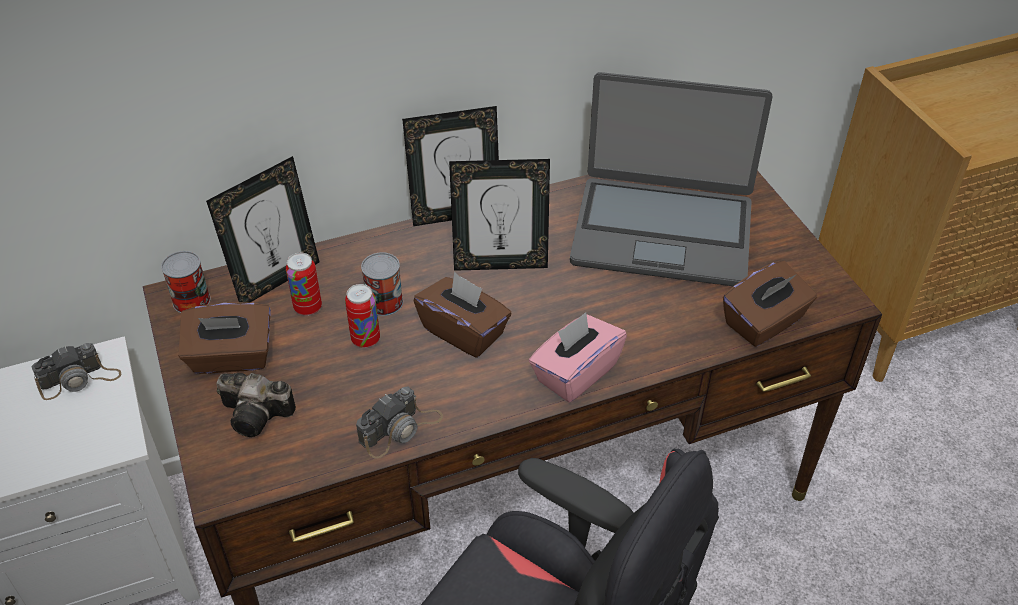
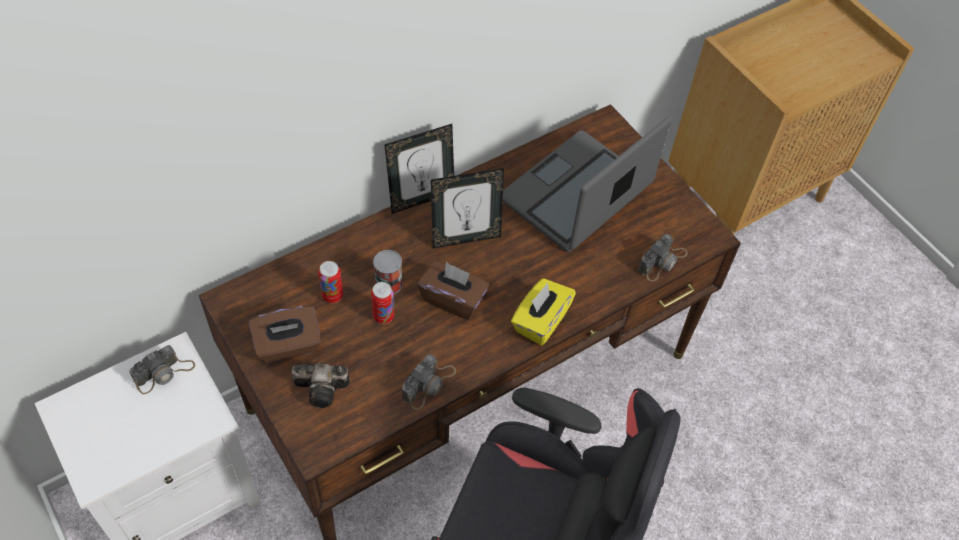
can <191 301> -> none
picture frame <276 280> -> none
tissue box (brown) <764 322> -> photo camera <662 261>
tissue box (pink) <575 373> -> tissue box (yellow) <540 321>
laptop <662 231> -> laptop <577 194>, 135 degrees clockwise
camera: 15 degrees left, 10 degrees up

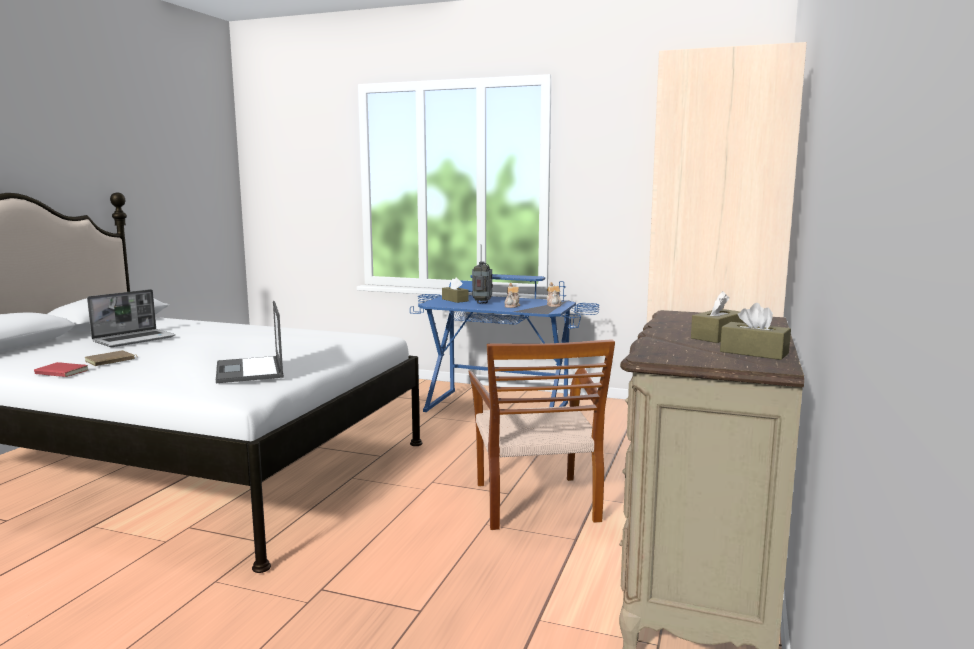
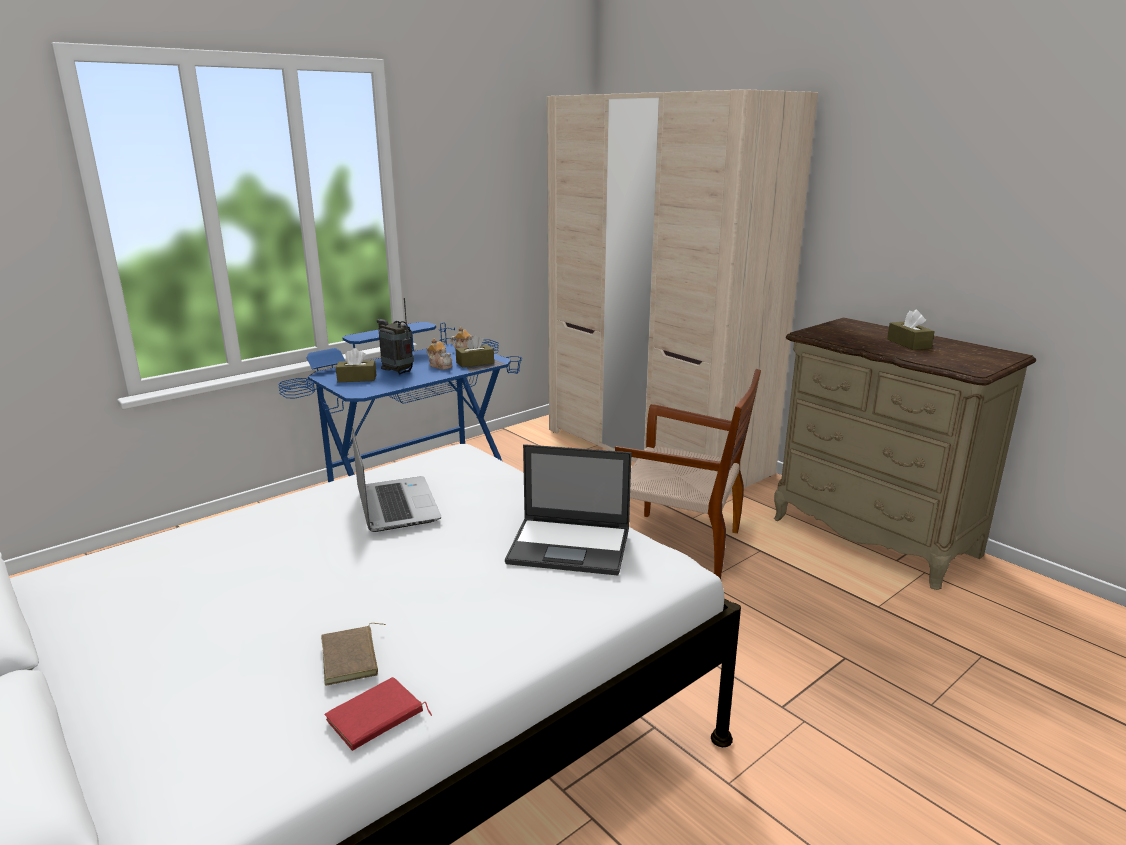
laptop <135 339> -> laptop <395 505>, moved
tissue box (brown) <754 352> -> tissue box (brown) <475 363>, moved
camera: 60 degrees left, 10 degrees up

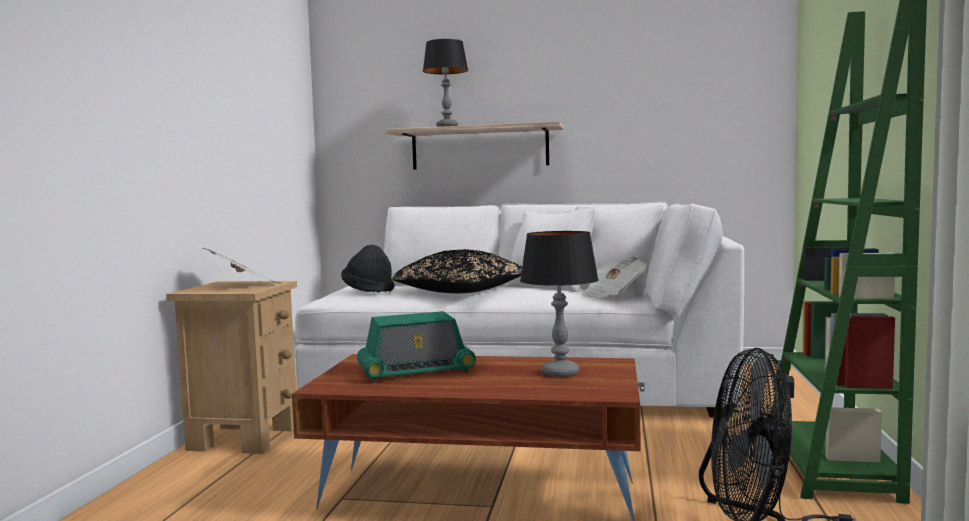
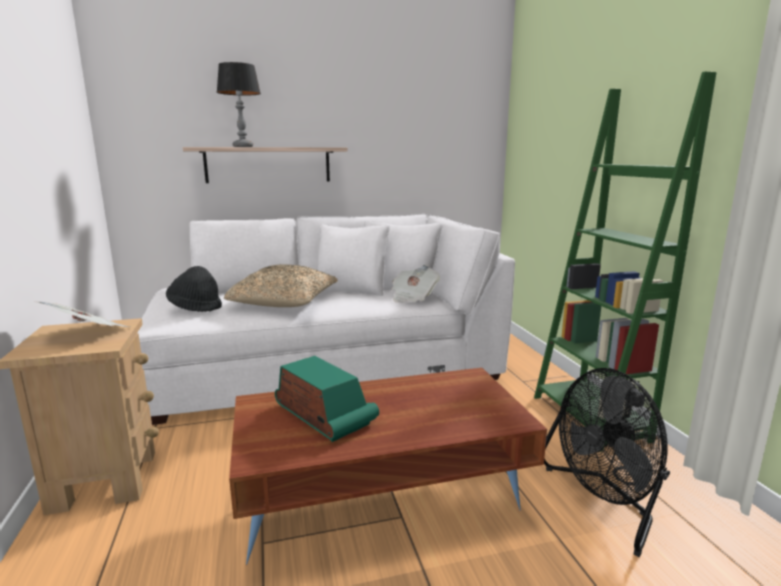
table lamp <560 373> -> none
pillow (black) <461 290> -> pillow (beige) <284 301>
radio <416 371> -> radio <324 415>, 90 degrees counterclockwise
camera: 25 degrees left, 10 degrees up

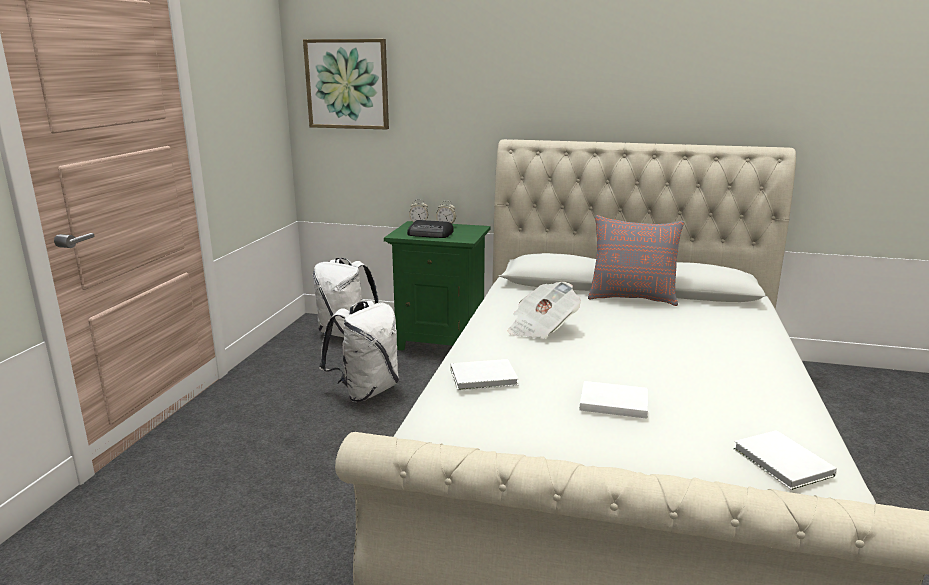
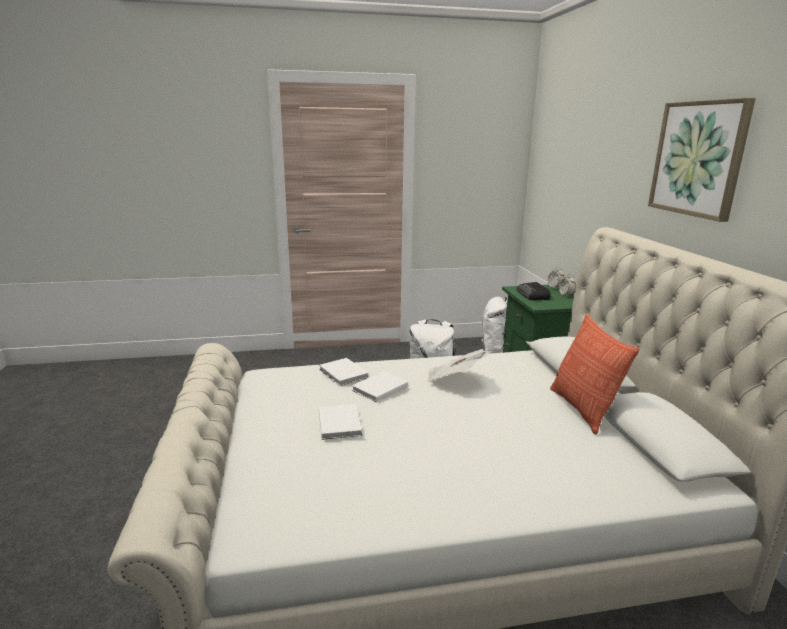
picture <347 84> -> picture <698 158>, moved
book (white) <783 464> -> book (white) <378 389>, moved
pillow (grey) <632 299> -> pillow (orange) <583 409>
camera: 65 degrees right, 0 degrees up

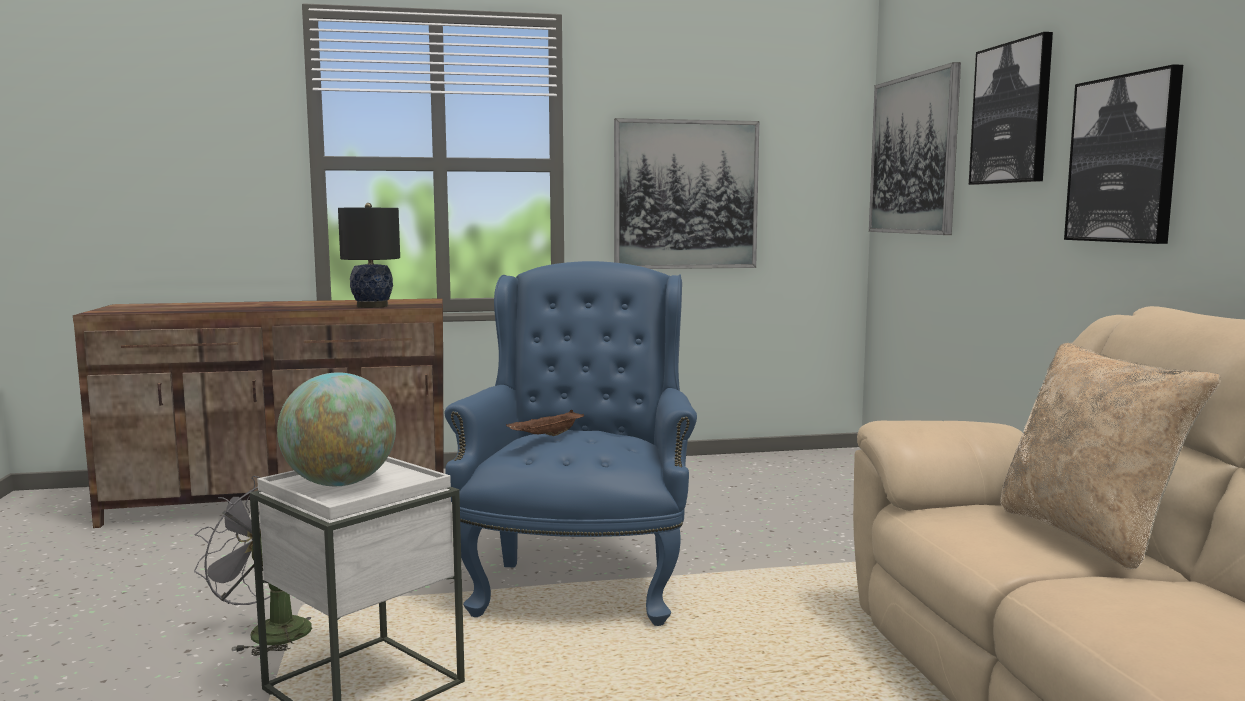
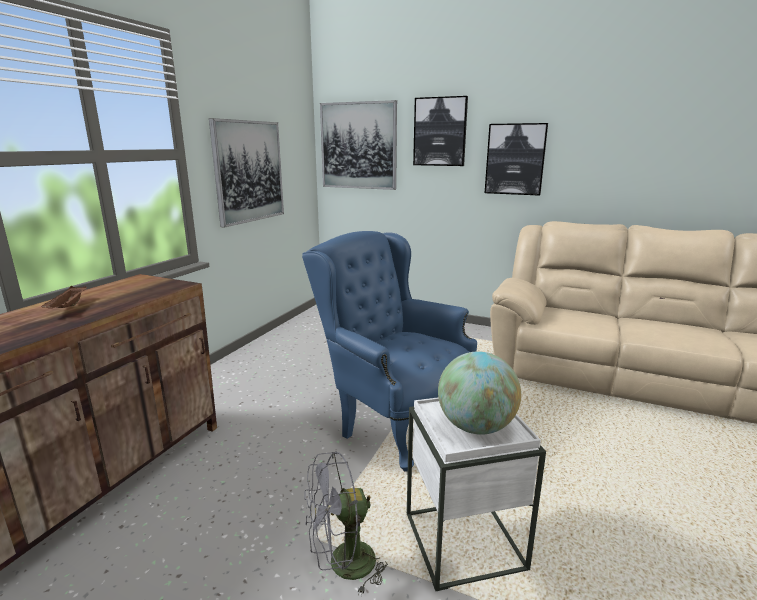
table lamp (black) <372 306> -> none
pillow (beige) <1086 539> -> none
tray (brown) <546 436> -> tray (brown) <68 307>, moved
camera: 55 degrees left, 10 degrees up

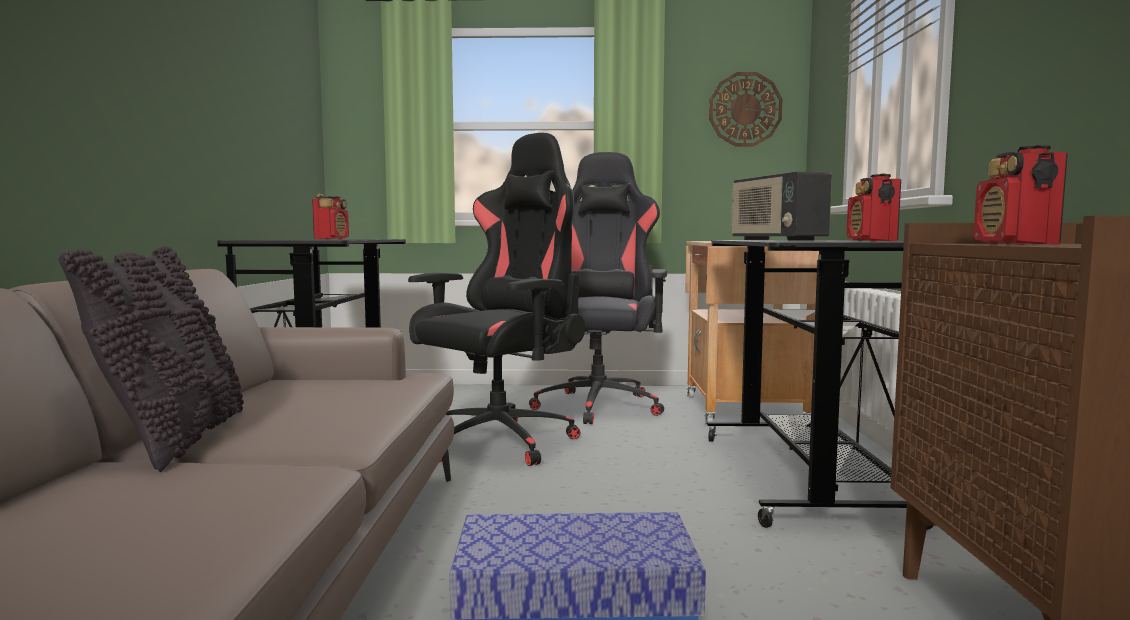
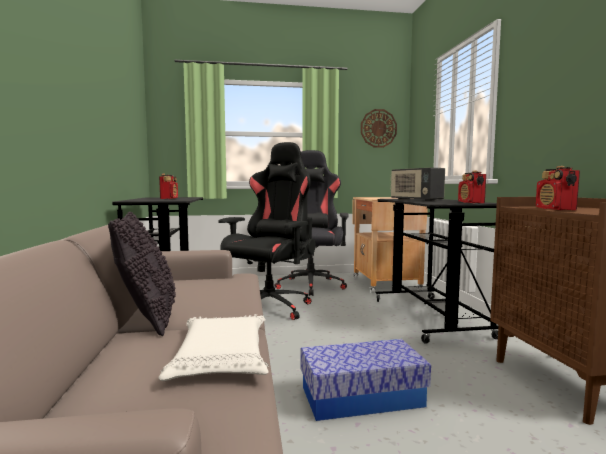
none -> pillow (white) <222 354>
camera: 10 degrees left, 0 degrees up

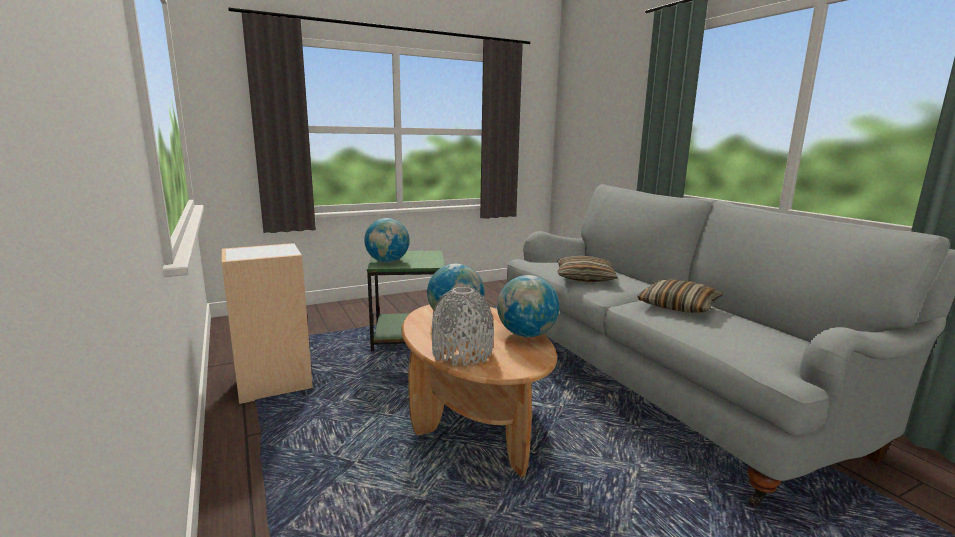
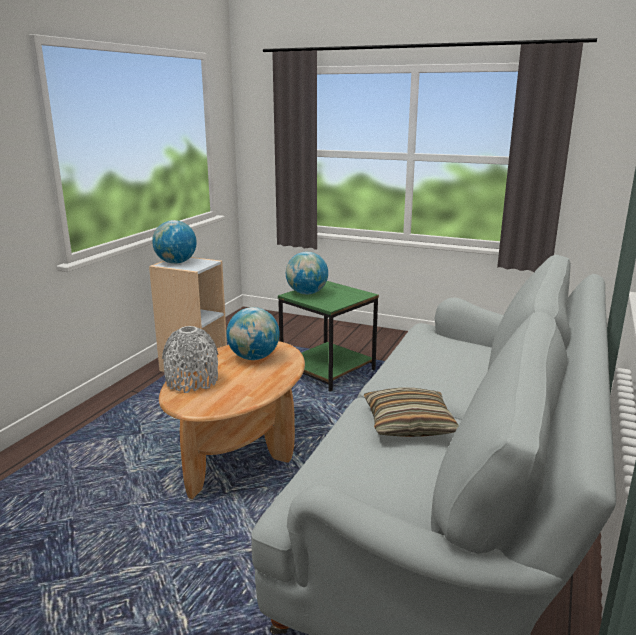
pillow <585 278> -> none
globe <526 334> -> globe <176 262>, moved
camera: 50 degrees right, 5 degrees up

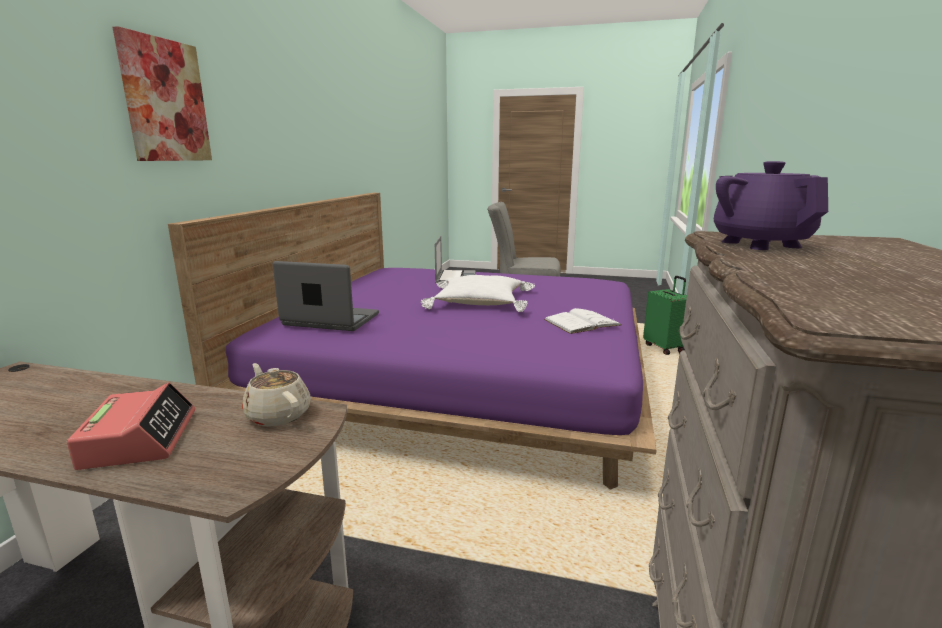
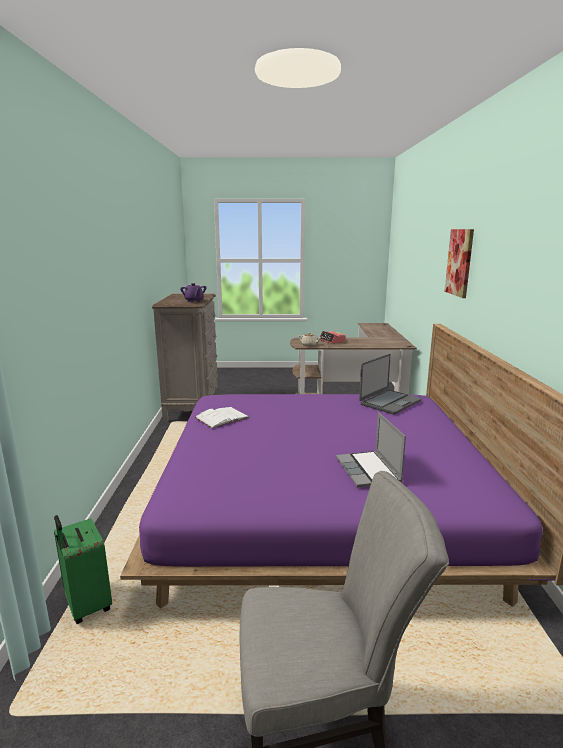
pillow (white) <480 300> -> none
laptop <330 320> -> laptop <389 402>, 45 degrees counterclockwise
camera: 165 degrees right, 0 degrees up

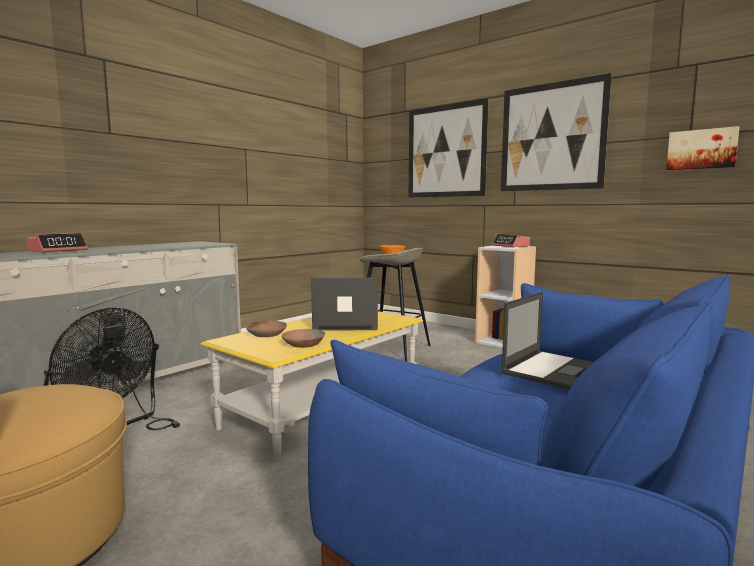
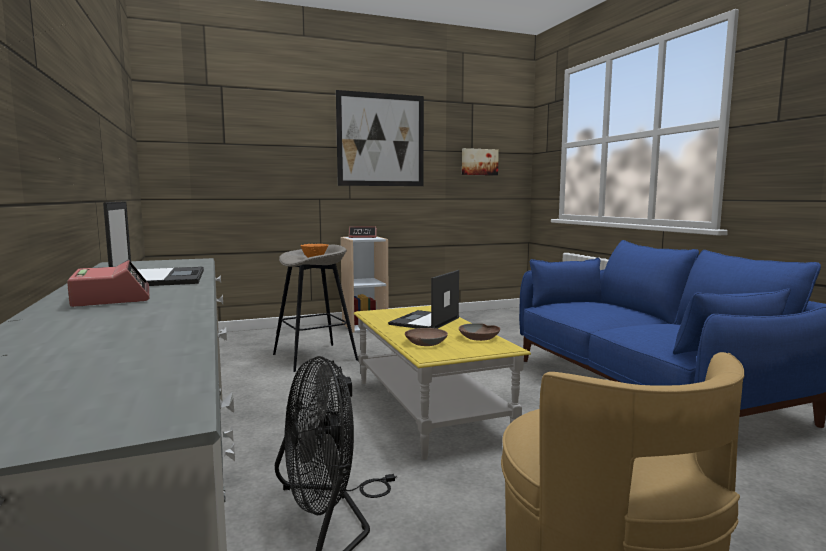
picture <446 151> -> none
laptop <552 369> -> laptop <160 278>, moved
camera: 60 degrees left, 0 degrees up

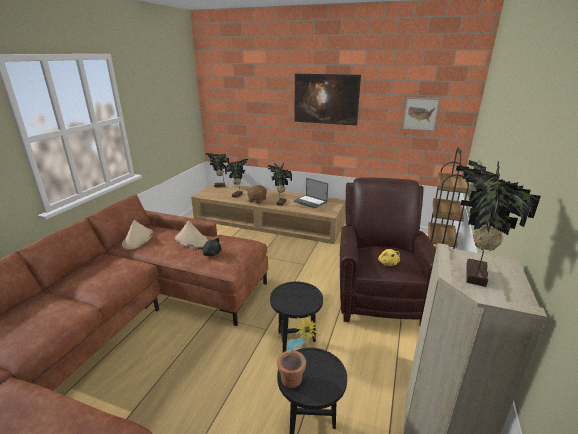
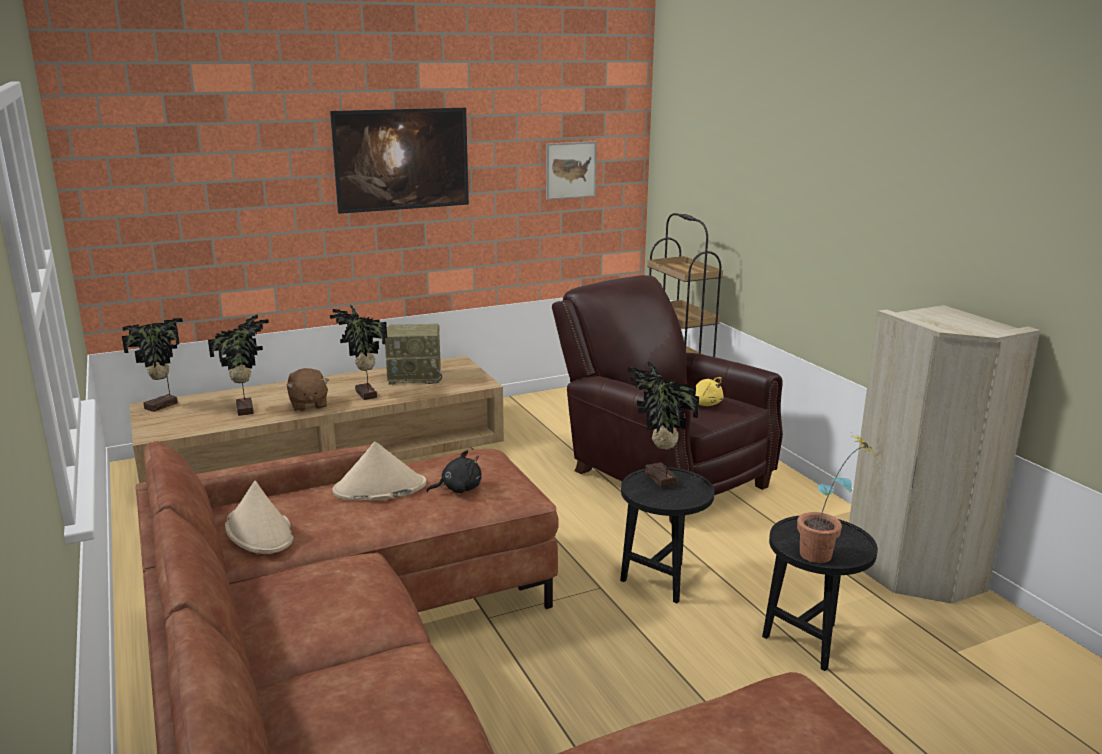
potted plant <473 275> -> potted plant <658 480>, moved
laptop <311 202> -> radio <416 376>
camera: 45 degrees left, 5 degrees down

